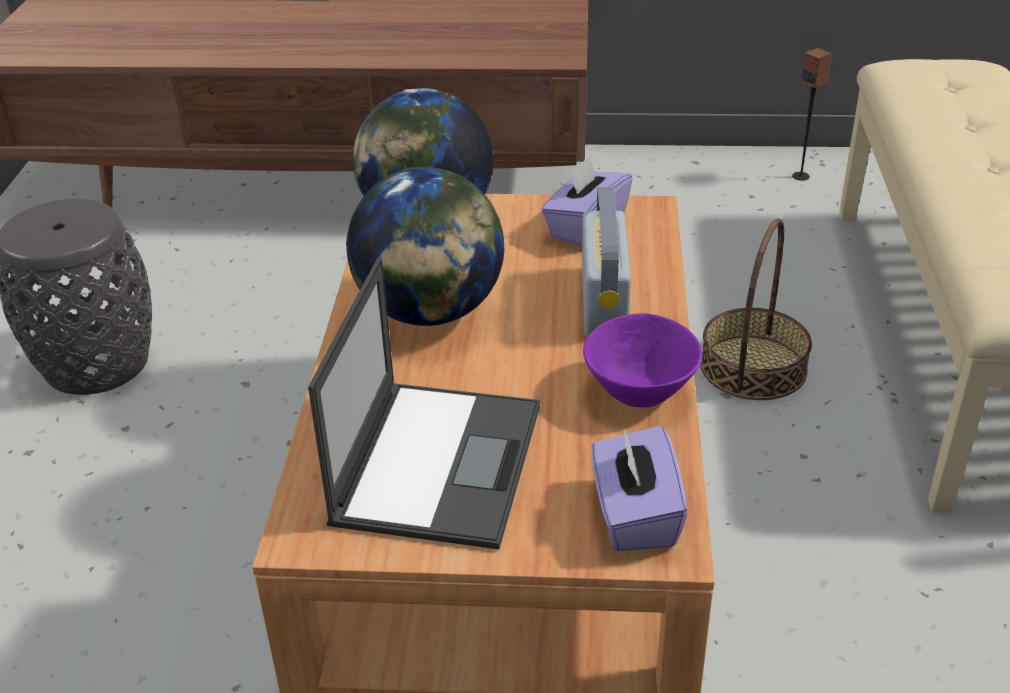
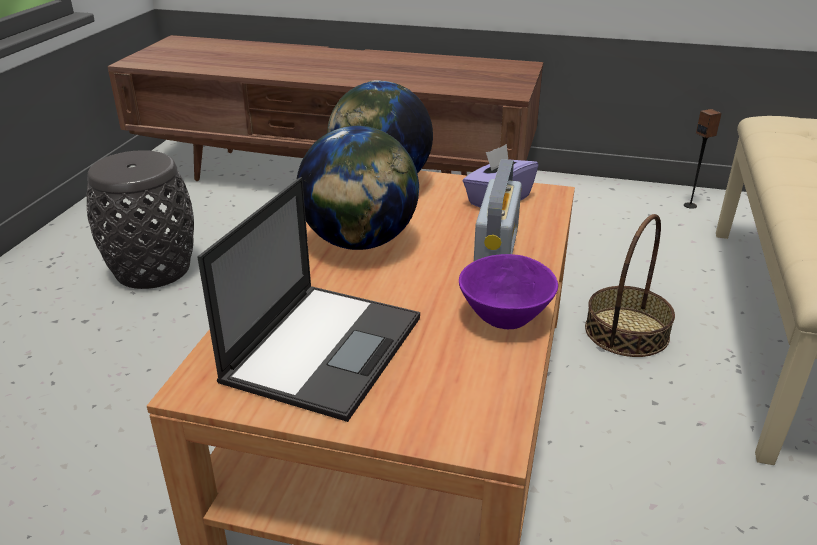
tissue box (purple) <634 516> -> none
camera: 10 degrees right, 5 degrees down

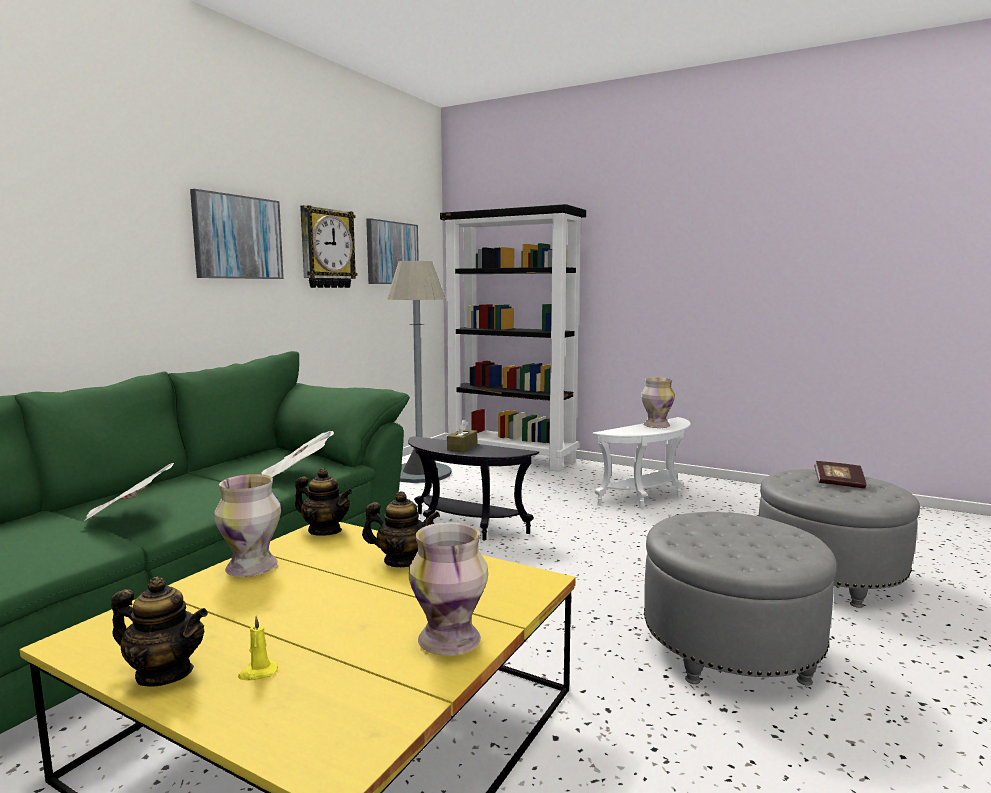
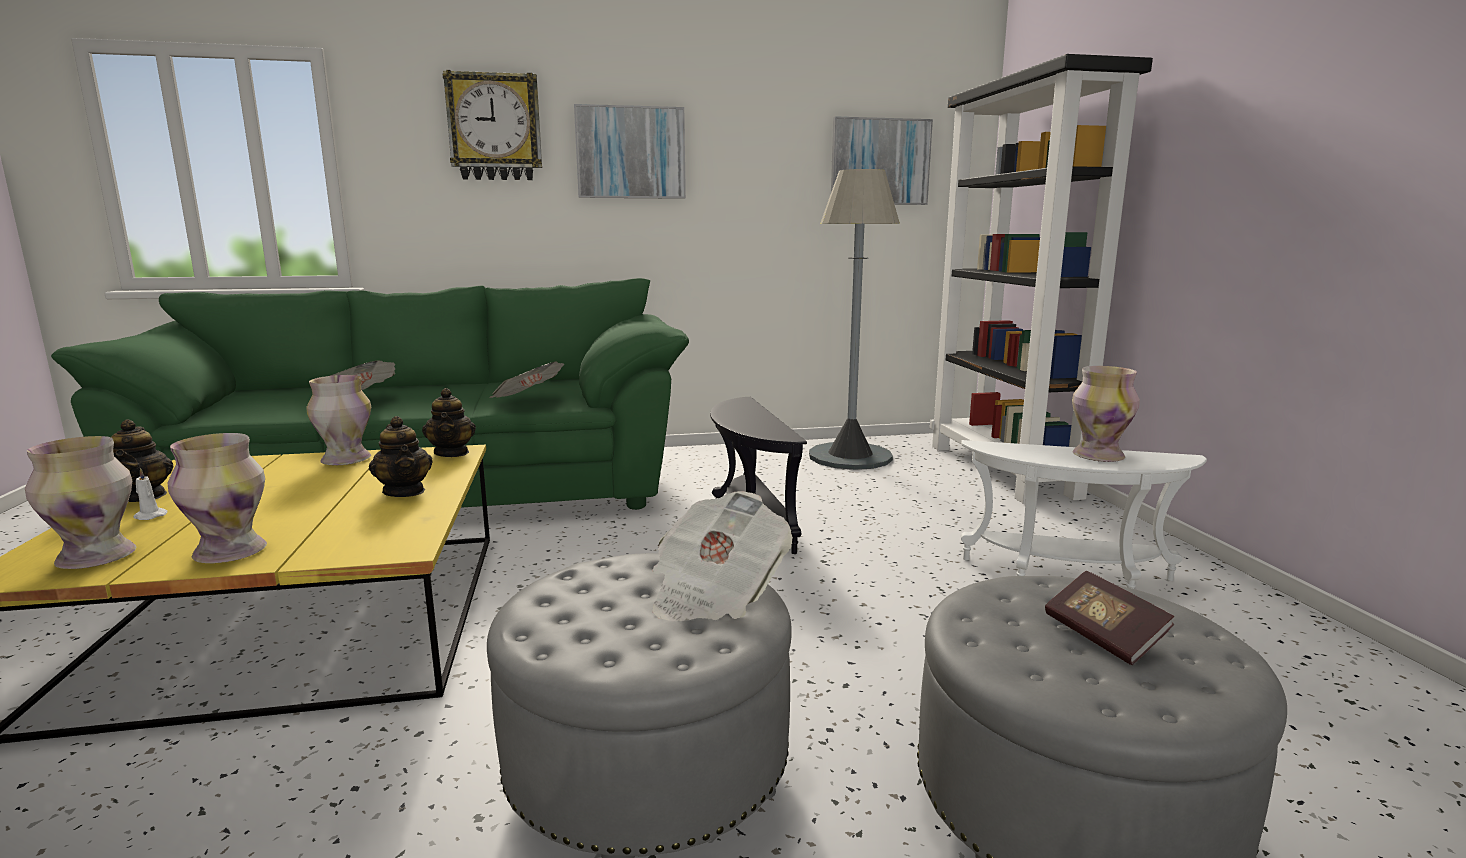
tissue box (brown) <462 447> -> none
none -> vase <98 558>
none -> newspaper <715 592>
wall clock <327 248> -> wall clock <495 127>, moved
candle (yellow) <258 672> -> candle (white) <149 516>
camera: 50 degrees right, 5 degrees up

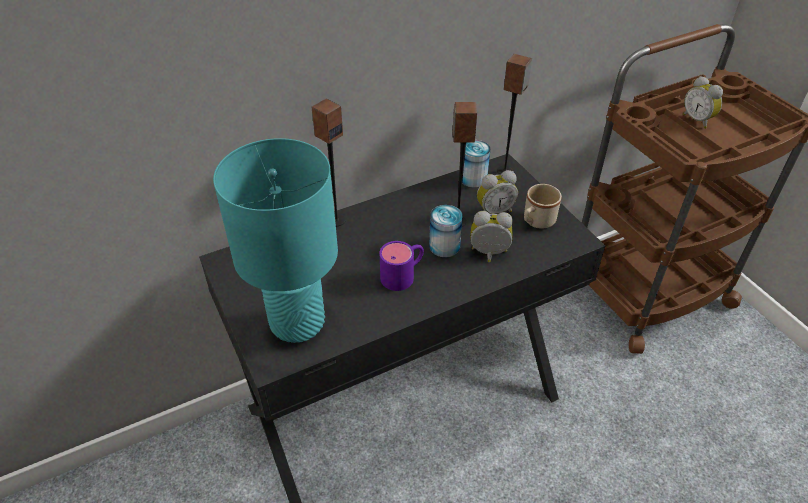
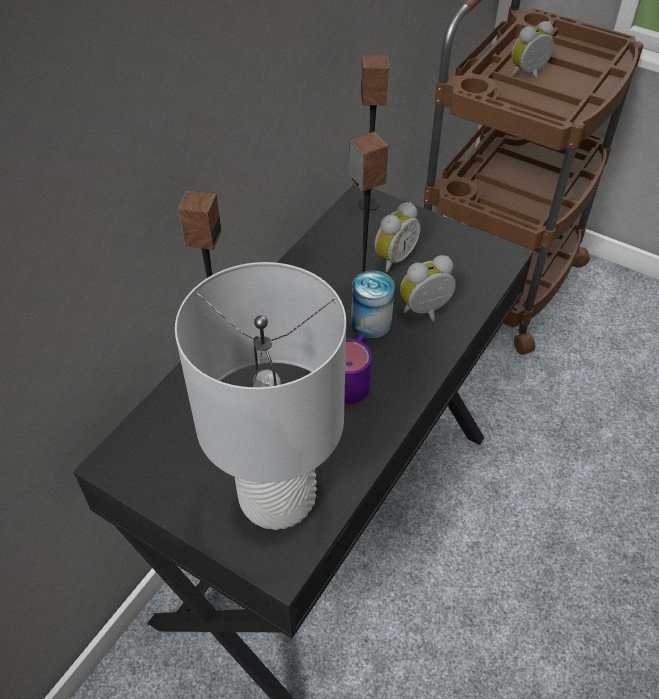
can <473 178> -> none
mug (beige) <536 222> -> none
table lamp (turquoise) <298 327> -> table lamp (grey) <279 502>
alarm clock <698 120> -> alarm clock <529 74>, 120 degrees clockwise
camera: 30 degrees left, 5 degrees up

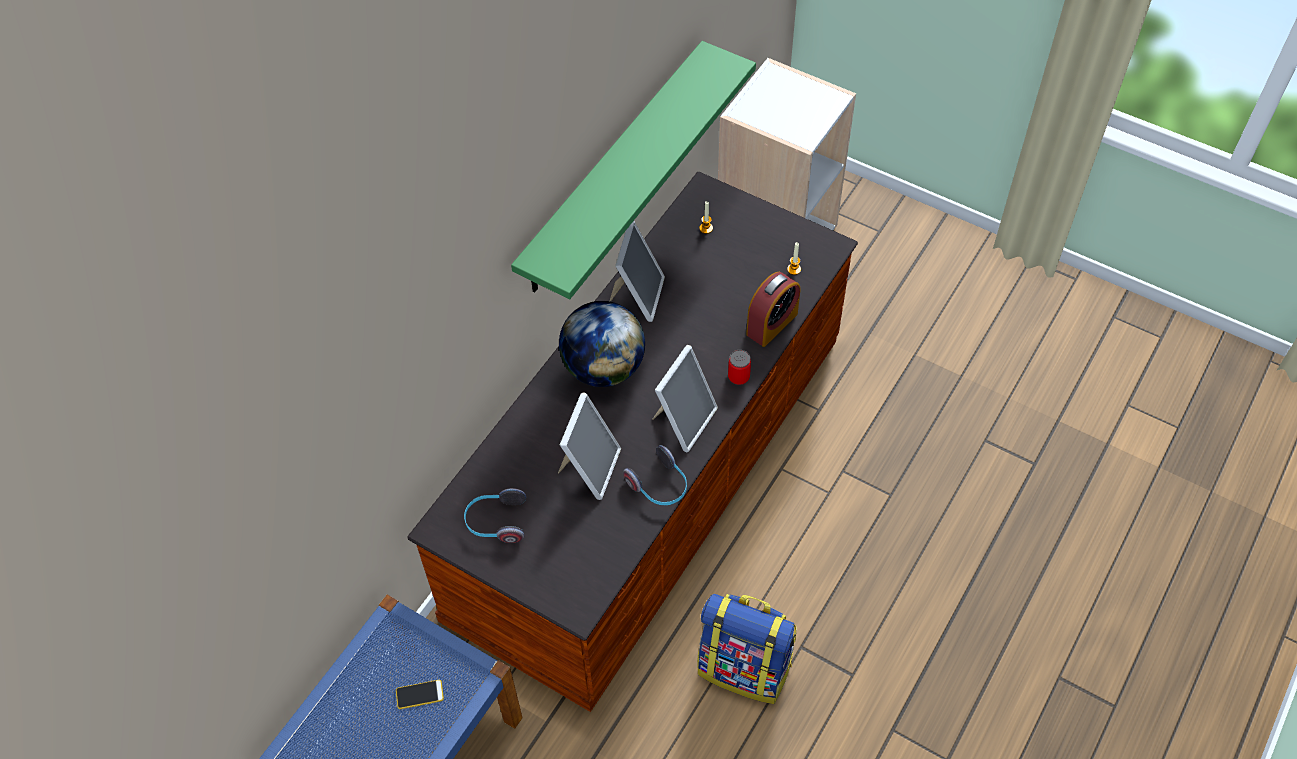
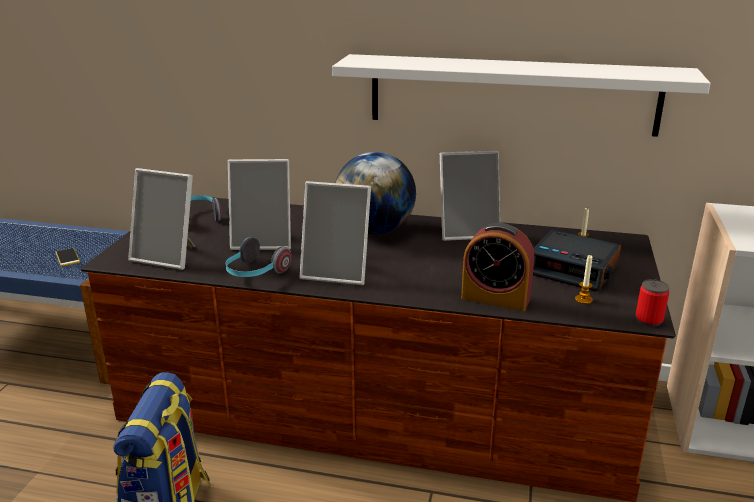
none -> picture frame <169 256>
none -> alarm clock <574 269>
can <738 377> -> can <649 320>, moved
shelf (green) <613 169> -> shelf (white) <512 94>
camera: 70 degrees right, 30 degrees down

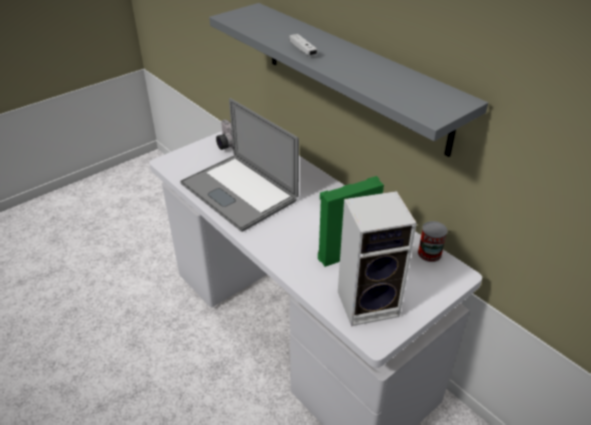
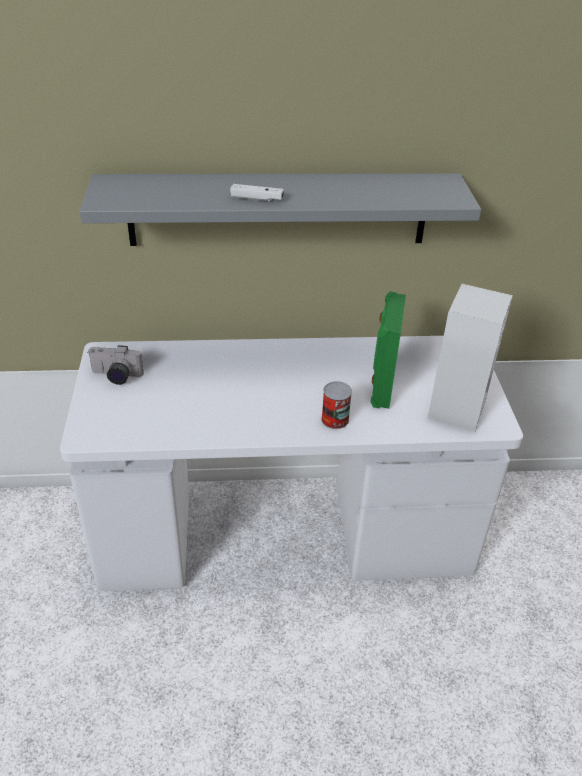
laptop <238 191> -> none
can <429 253> -> can <335 419>, moved
camera: 55 degrees left, 0 degrees up

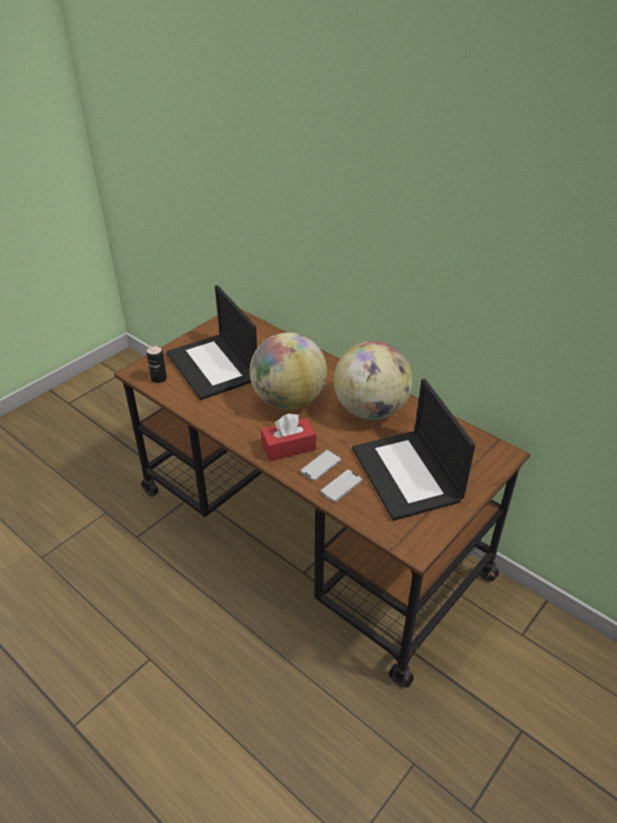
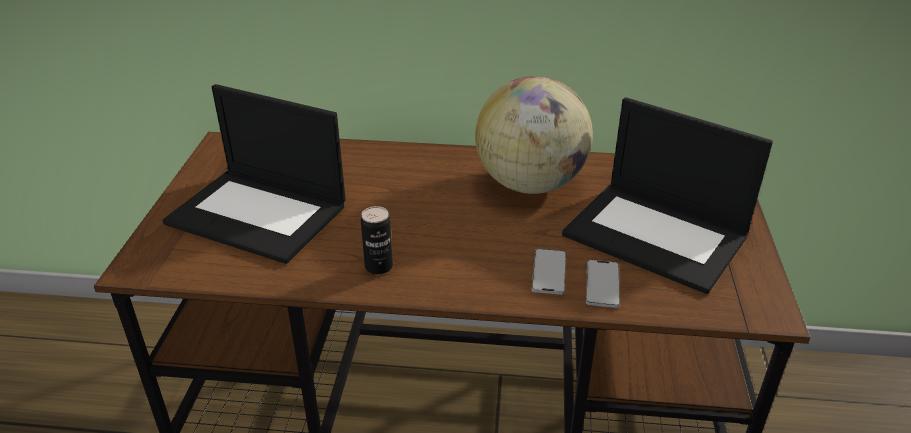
globe <288 400> -> none
tissue box (red) <288 447> -> none
can <159 379> -> can <378 266>, moved
camera: 35 degrees left, 5 degrees down

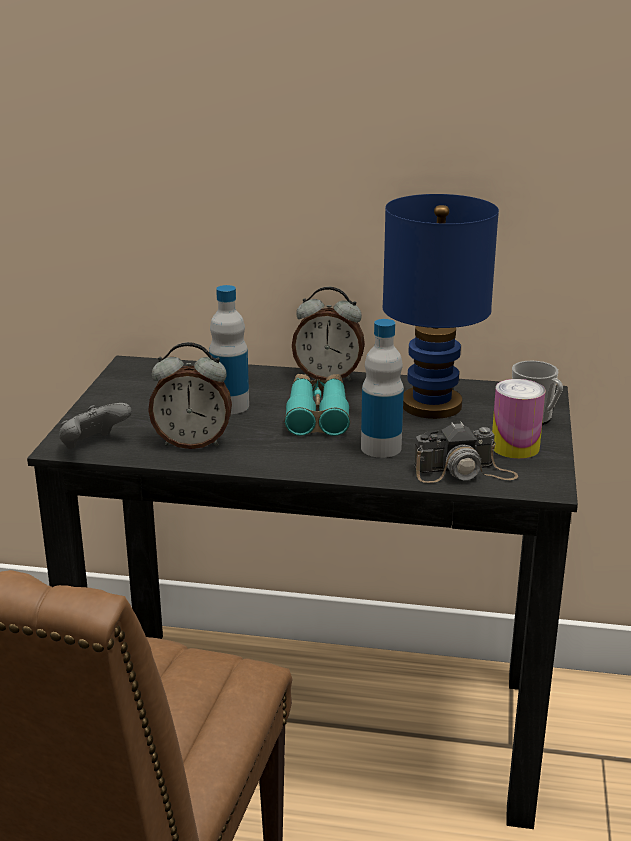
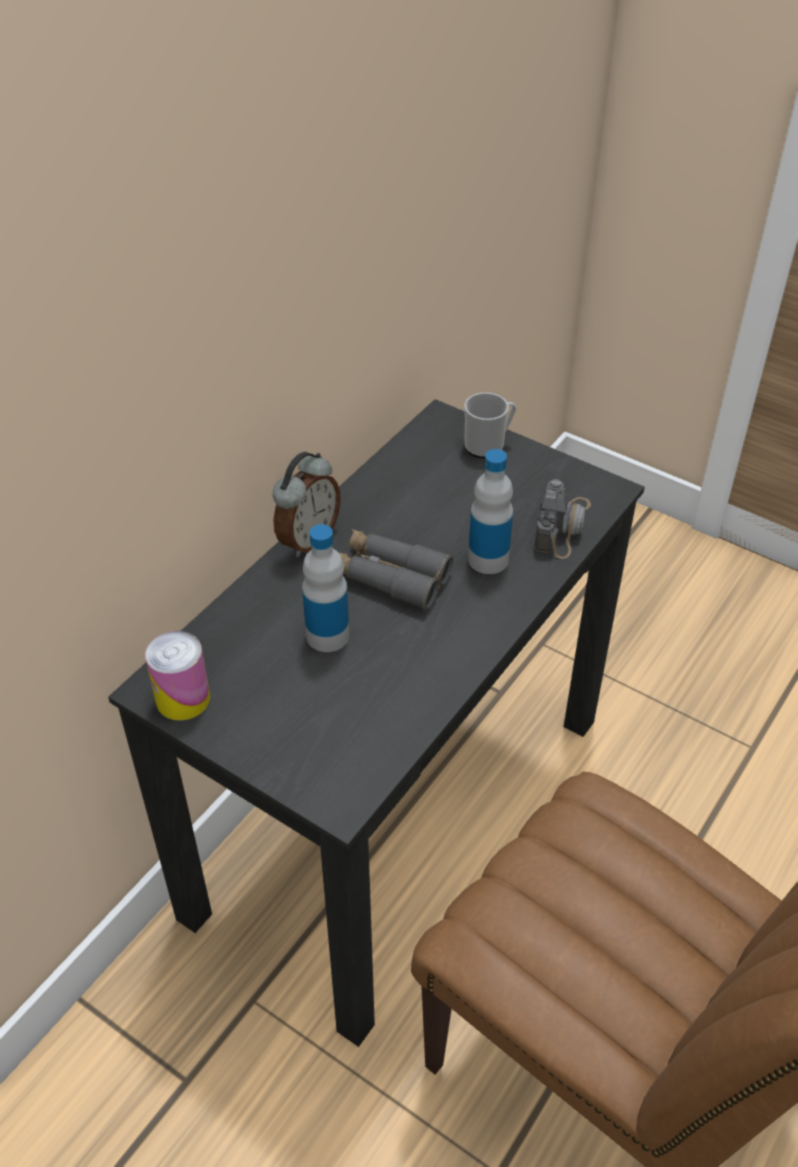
game controller (grey) <93 445> -> none
alarm clock <192 442> -> none
table lamp (blue) <433 405> -> none
can <515 447> -> can <183 699>, moved
binoculars (turquoise) <317 414> -> binoculars (grey) <389 576>
camera: 65 degrees left, 20 degrees up

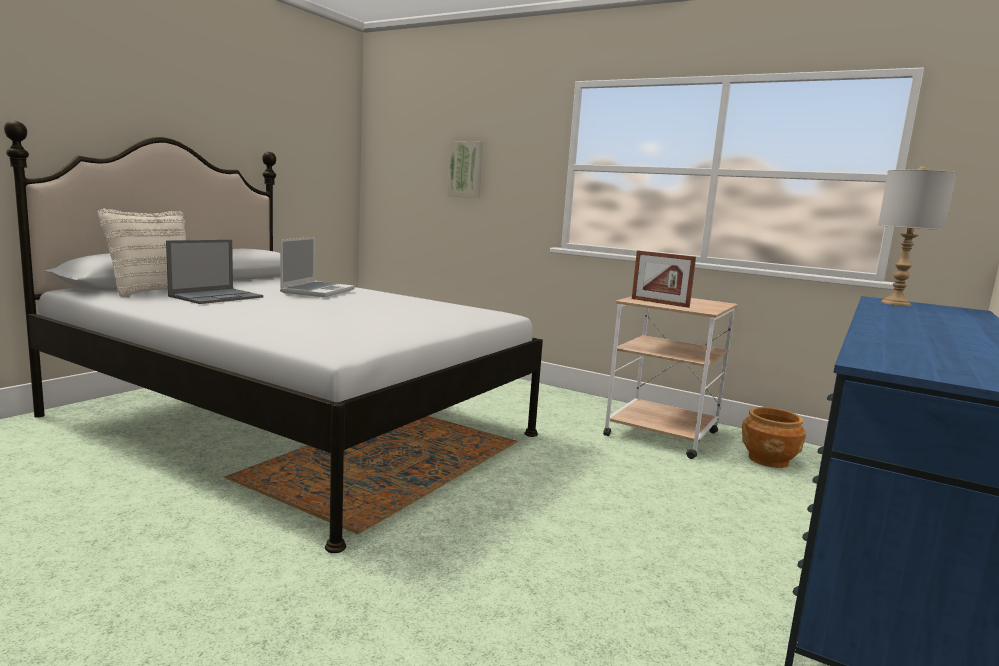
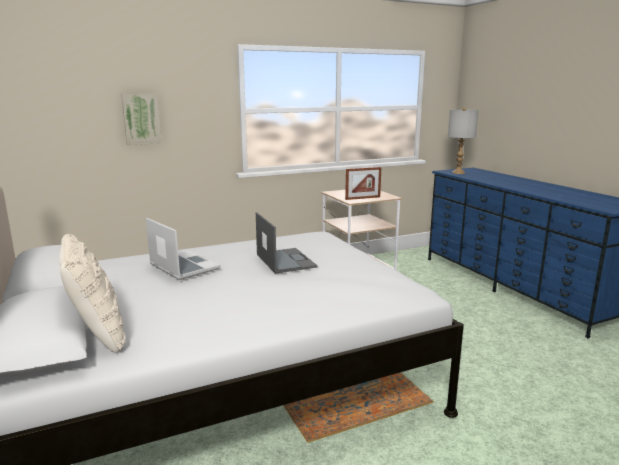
planter (brown) <768 460> -> none
laptop <217 296> -> laptop <285 260>, moved
camera: 55 degrees left, 5 degrees up

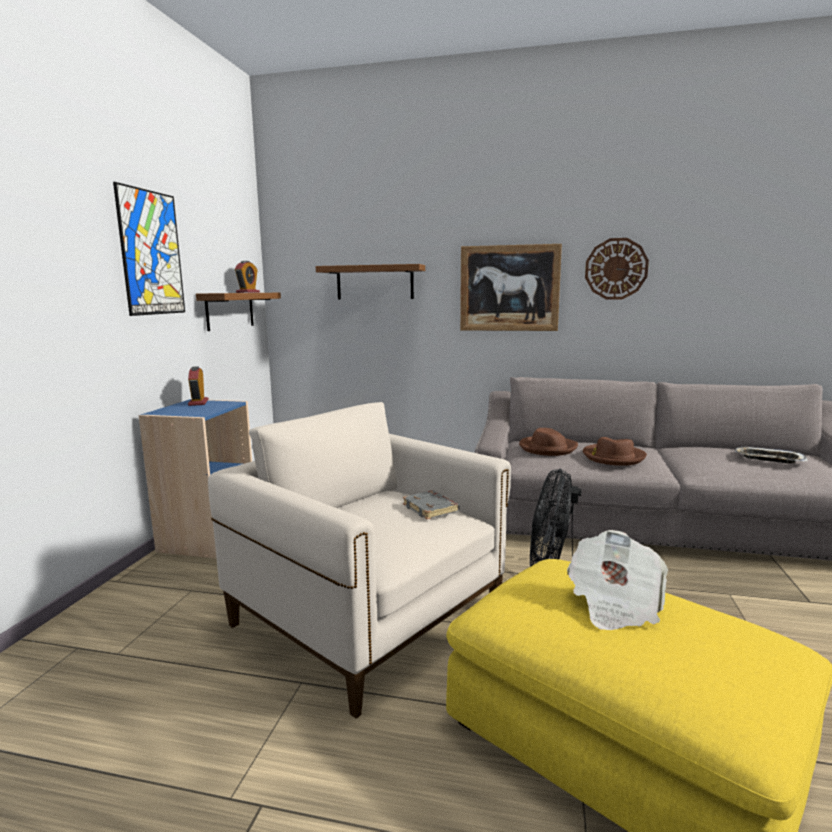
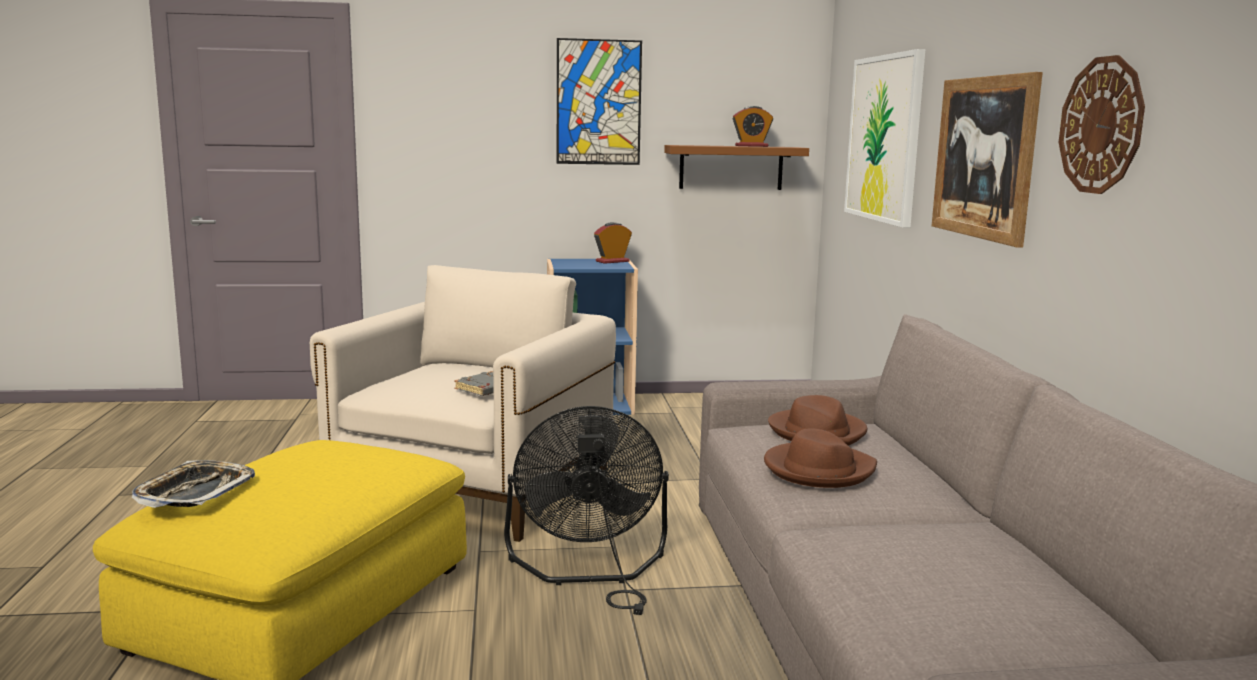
newspaper <614 604> -> none
tray <768 459> -> tray <195 492>, moved
shelf (brown) <375 282> -> picture <884 138>
camera: 70 degrees right, 0 degrees up

